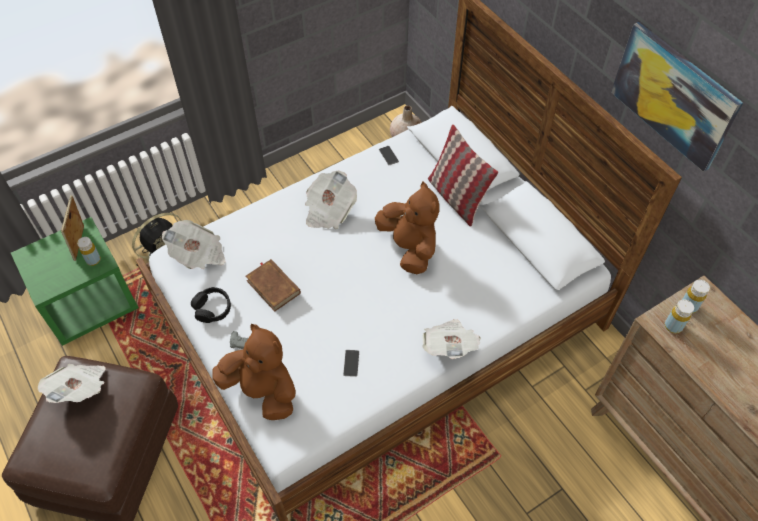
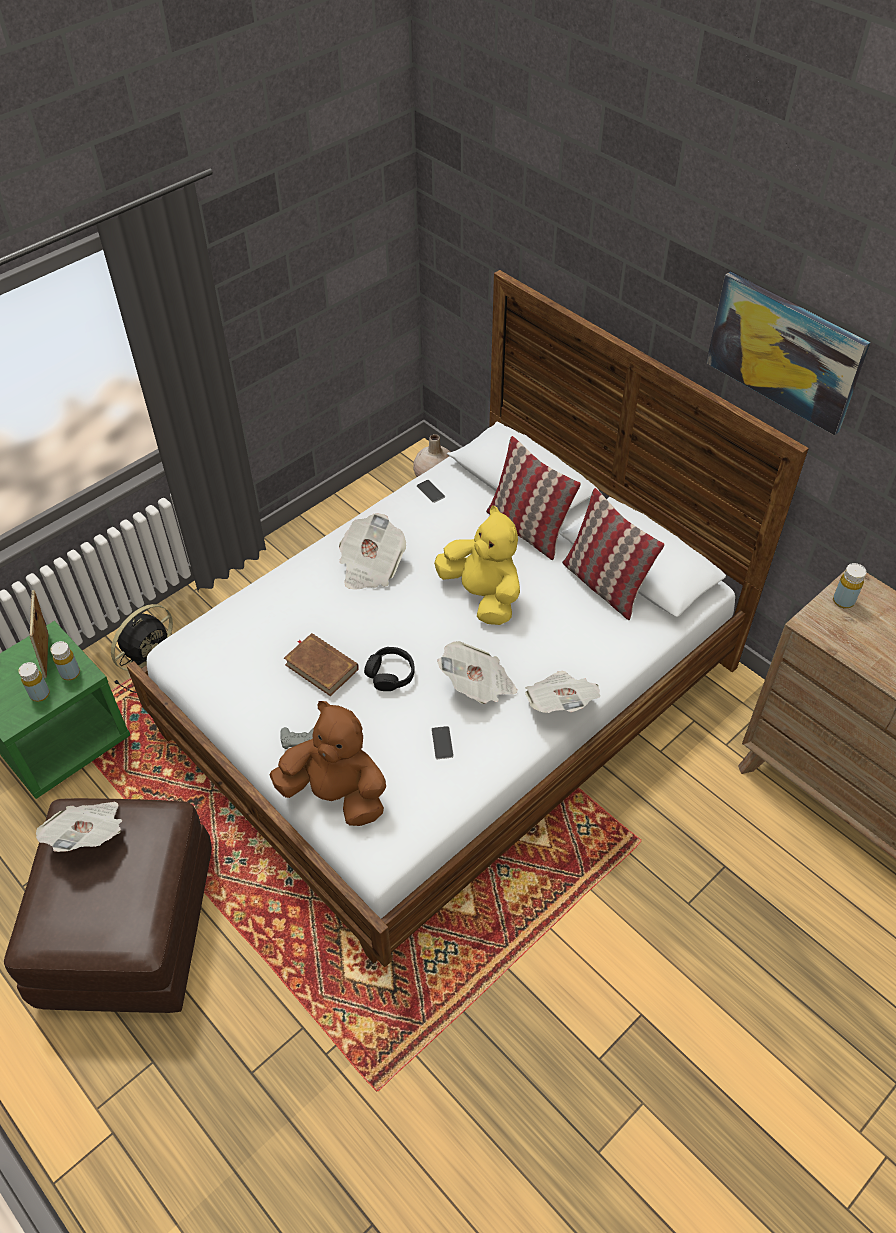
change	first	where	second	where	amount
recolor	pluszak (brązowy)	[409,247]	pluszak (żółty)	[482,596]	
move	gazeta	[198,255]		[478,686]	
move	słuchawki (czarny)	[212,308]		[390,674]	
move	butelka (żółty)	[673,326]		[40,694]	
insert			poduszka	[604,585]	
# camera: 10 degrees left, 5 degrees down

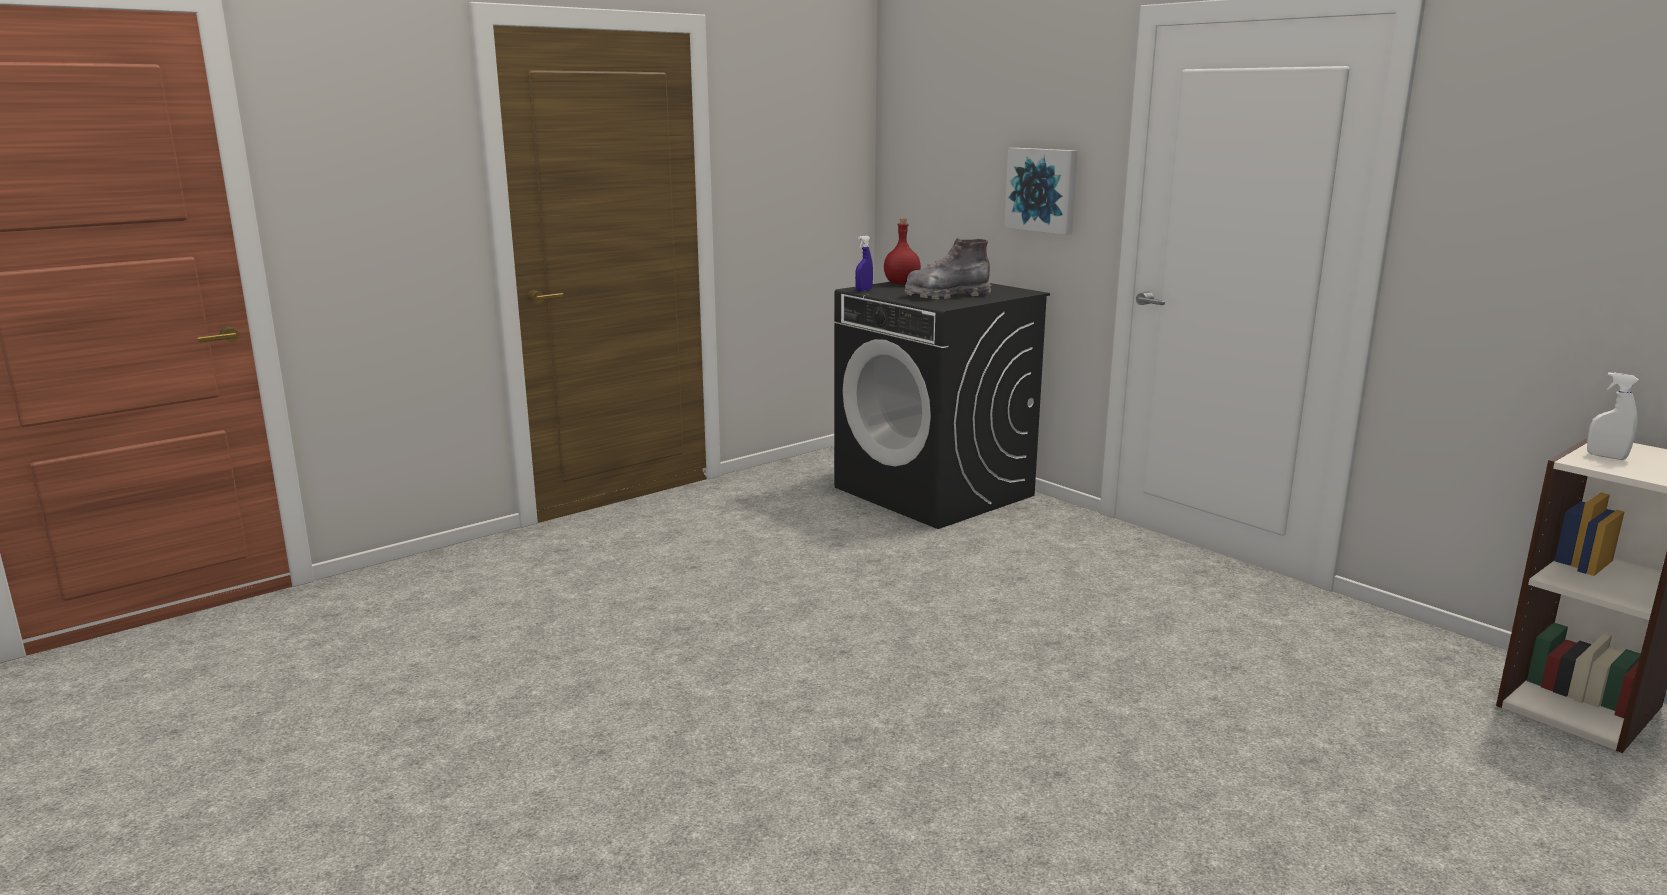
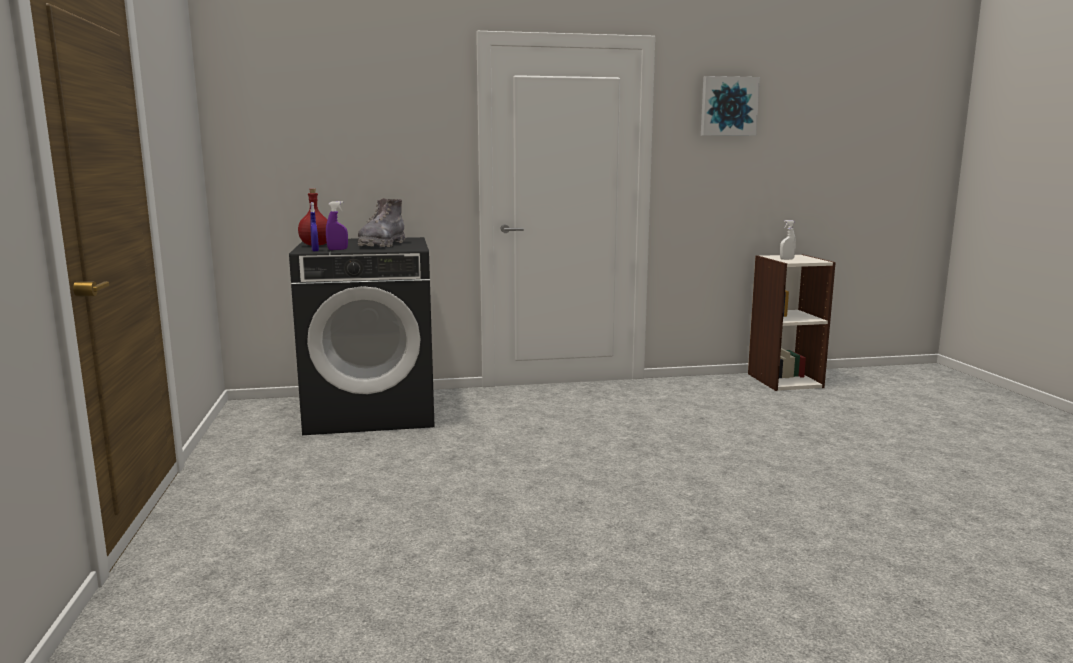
change	first	where	second	where	amount
move	obraz	[1043,190]		[728,106]	
insert			spryskiwacz (fioletowy)	[337,249]	
# camera: 60 degrees left, 5 degrees down

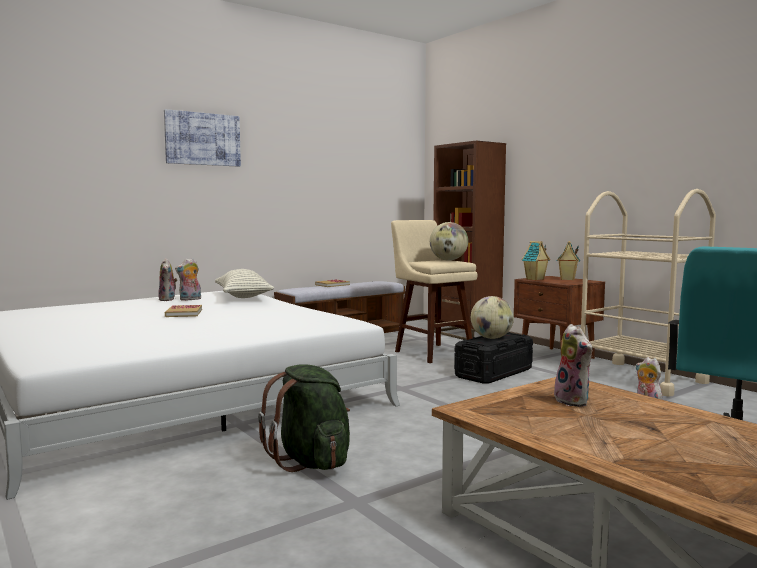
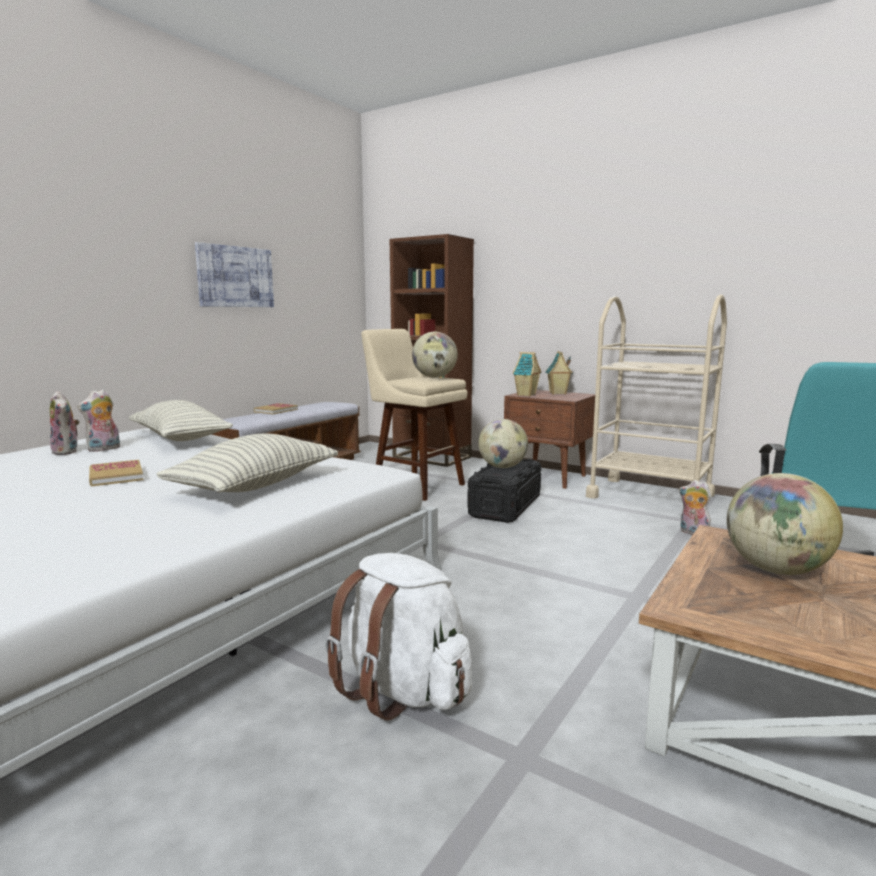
change	first	where	second	where	amount
move	obraz	[203,139]		[235,277]	
replace	pluszak	[574,401]	globus	[775,570]	
recolor	plecak (zielony)	[311,461]	plecak (biały)	[402,690]	
insert			poduszka	[255,486]	
# camera: 20 degrees left, 5 degrees up

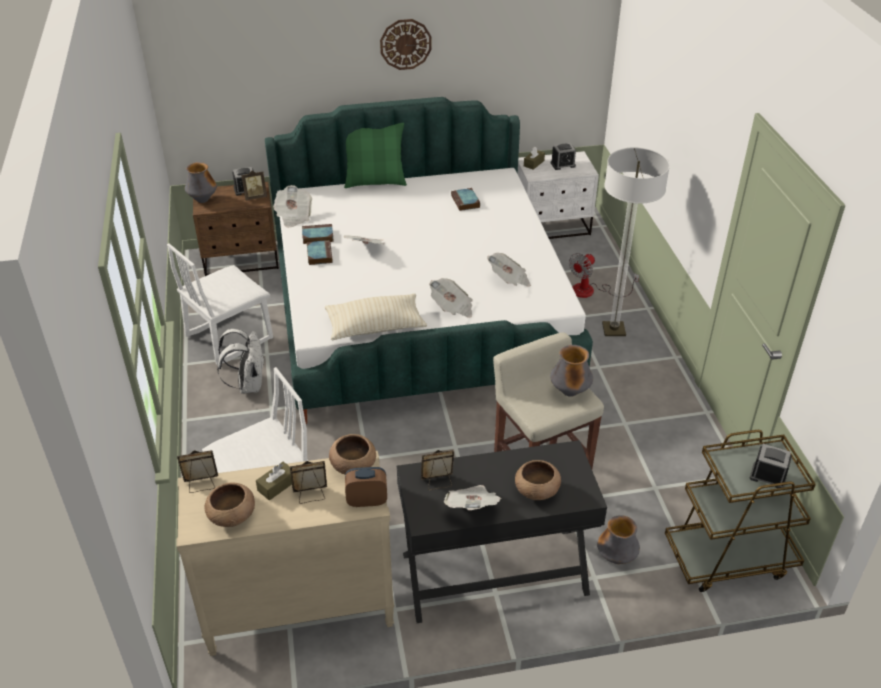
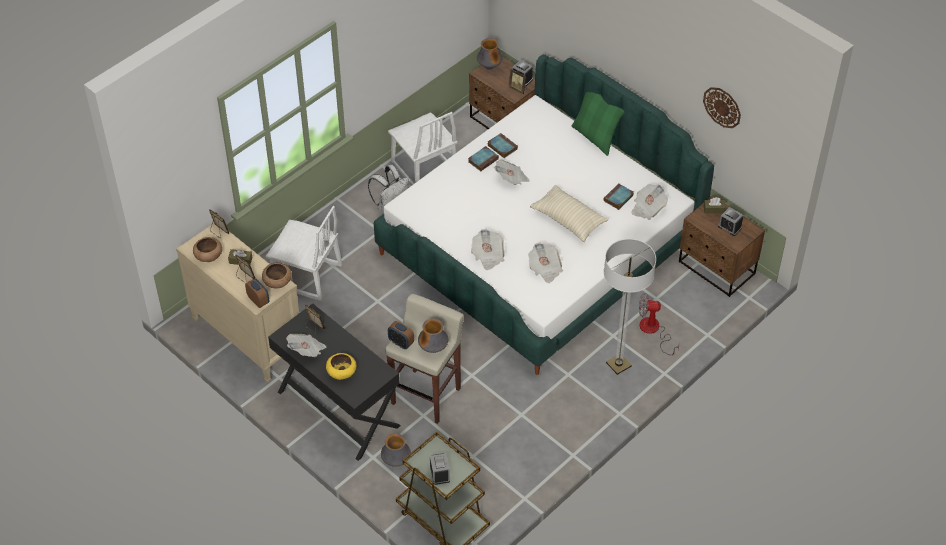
change	first	where	second	where	amount
move	zegar ścienny	[405,44]		[722,107]	
recolor	szafka nocna (biały)	[552,227]	szafka nocna (brązowy)	[716,268]	
move	gazeta	[293,216]		[648,208]	
rotate	krzesło (biały)	[228,337]		[423,169]	135 degrees counterclockwise
move	poduszka (beżowy)	[375,327]		[568,220]	
recolor	miska (brązowy)	[536,490]	miska (żółty)	[341,372]	
insert			budzik	[401,343]	
# camera: 55 degrees right, 10 degrees up

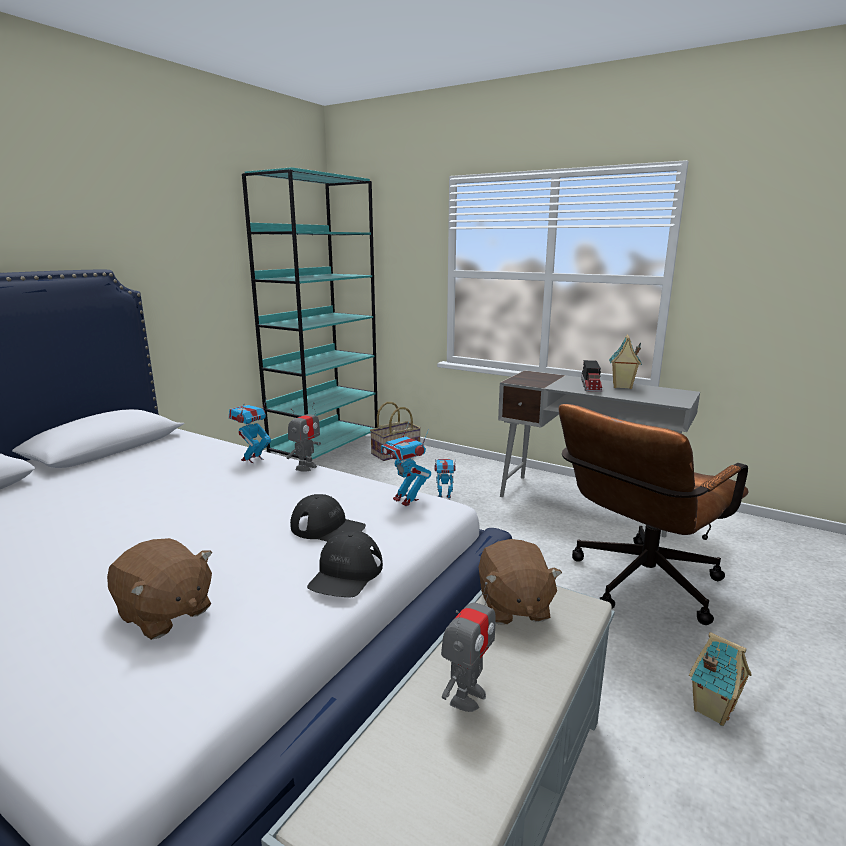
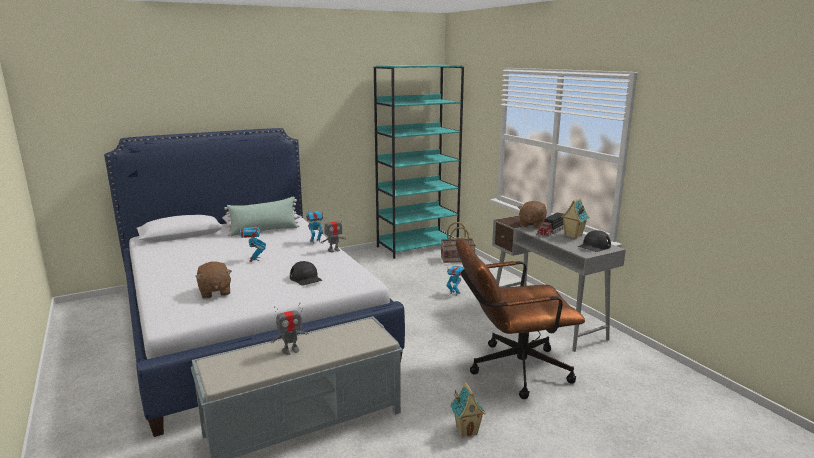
change	first	where	second	where	amount
move	robot zabawkowy	[406,500]		[254,259]	
move	czapka z daszkiem (czarny)	[346,574]		[594,246]	
move	pluszak (brązowy)	[513,606]		[531,225]	
insert			poduszka (zielony)	[264,231]	
# camera: 30 degrees right, 0 degrees up

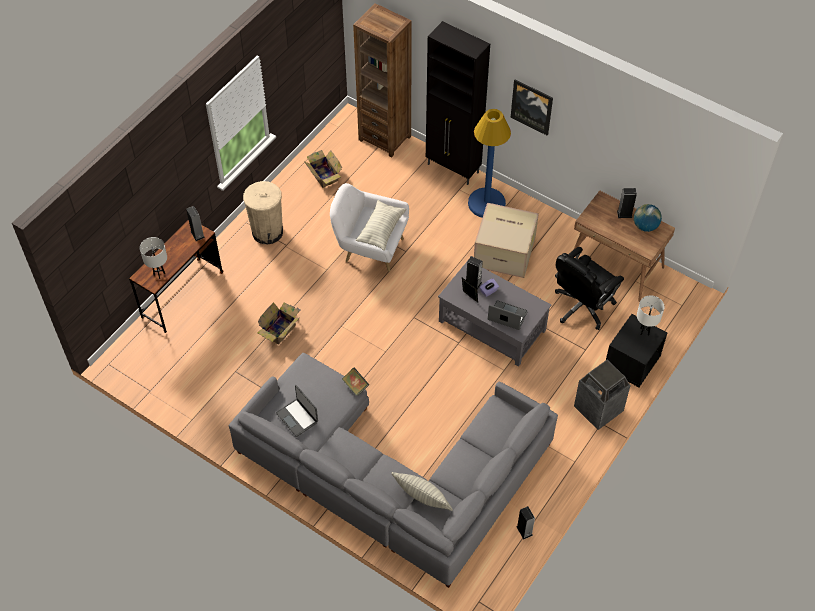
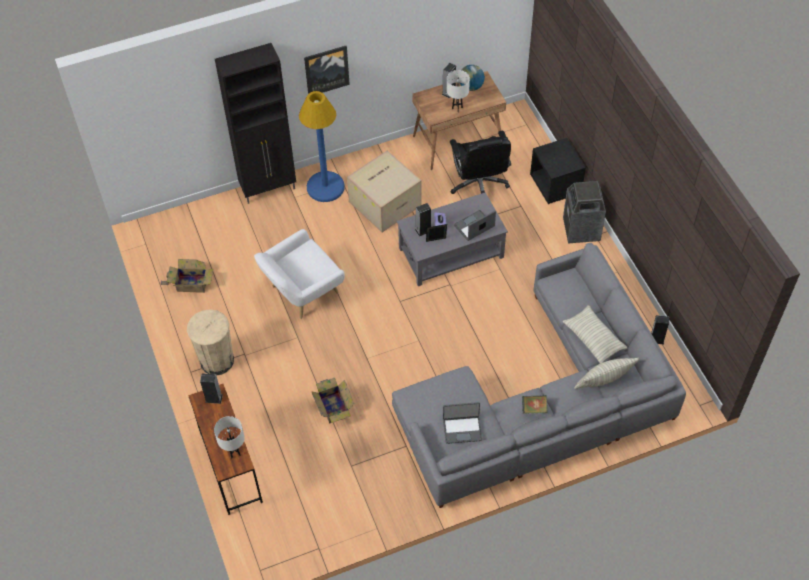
change	first	where	second	where	amount
delete	regał (brązowy)	[385,138]			
move	poduszka	[381,230]		[593,339]	
move	lampa stołowa (biały)	[644,331]		[457,108]	
move	książka	[355,386]		[534,408]	
# camera: 55 degrees left, 0 degrees up

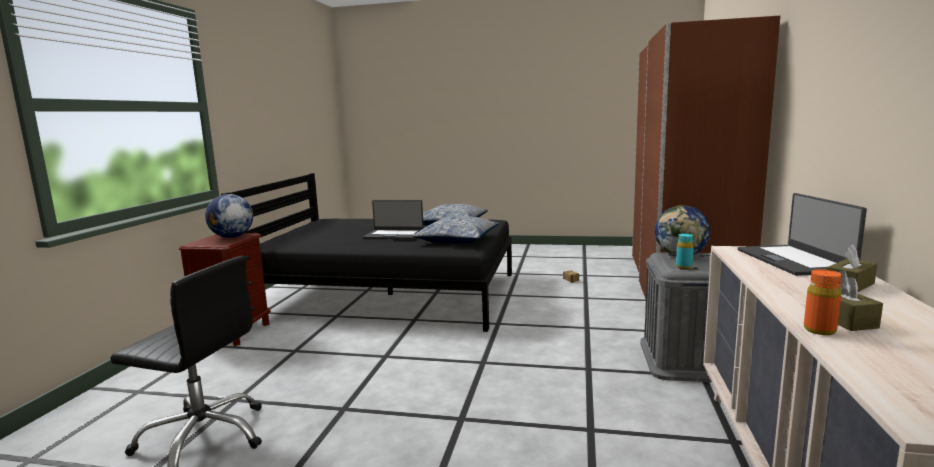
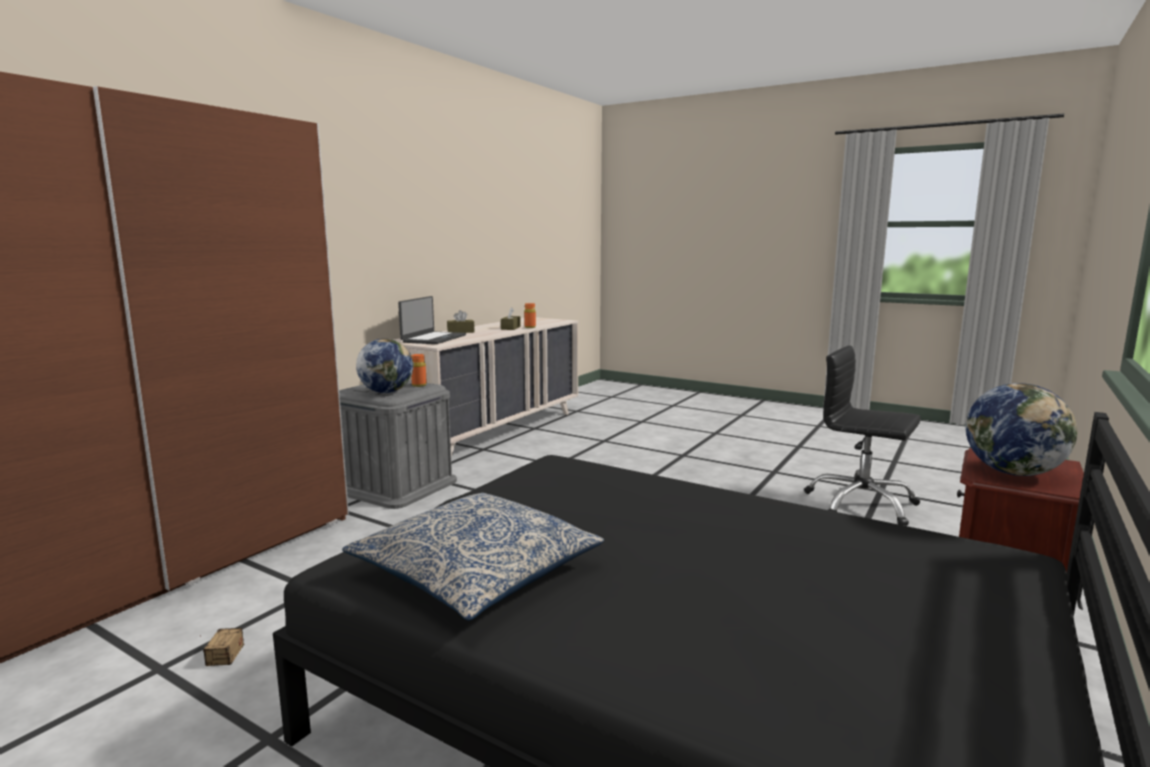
change	first	where	second	where	amount
delete	laptop	[394,235]			
delete	poduszka	[457,240]			
recolor	butelka (turkusowy)	[684,267]	butelka (pomarańczowy)	[419,385]	
# camera: 160 degrees left, 0 degrees up

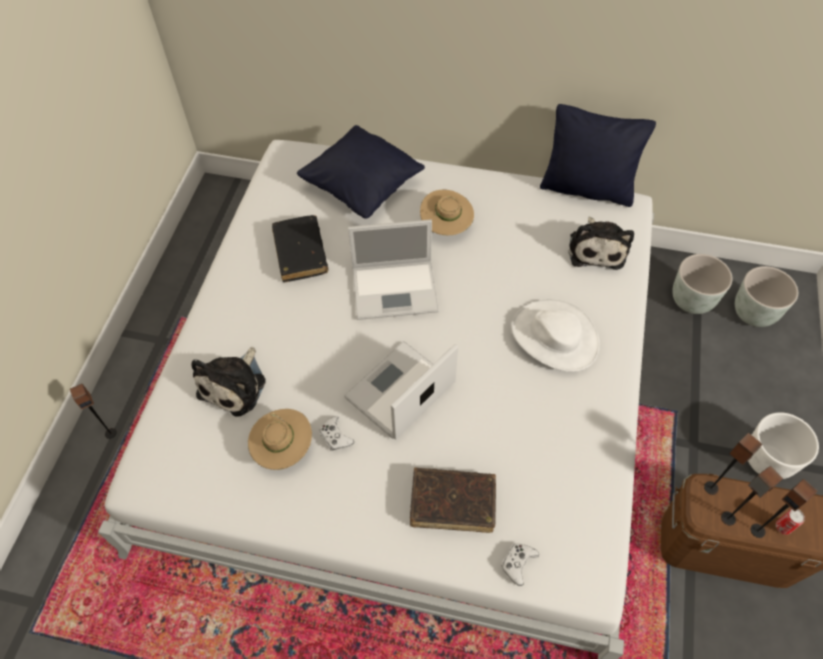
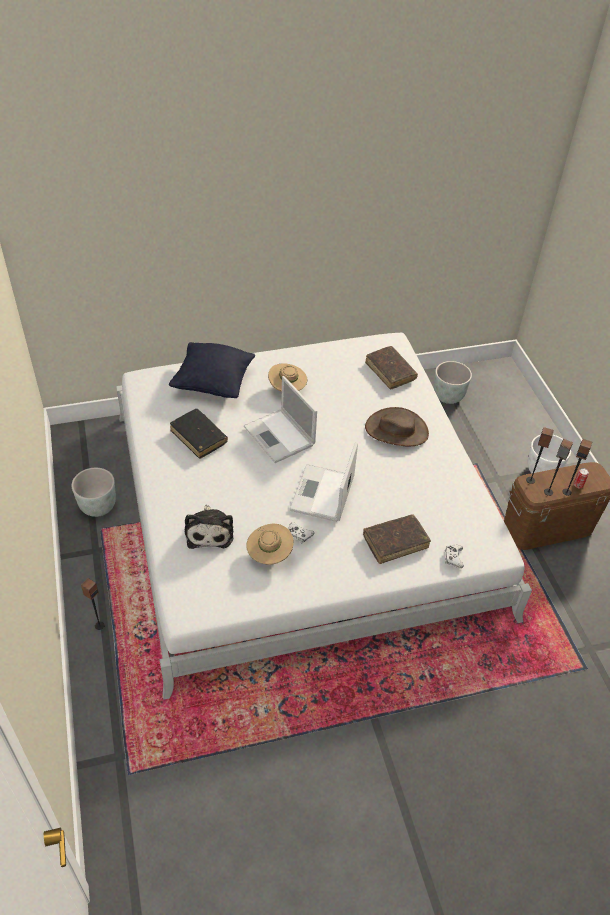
change	first	where	second	where	amount
delete	poduszka (czarny)	[587,188]			
replace	pluszak	[596,248]	książka (brązowy)	[390,371]	
rotate	laptop	[396,289]		[280,436]	90 degrees clockwise
move	donica (szary)	[753,314]		[98,507]	
recolor	kapelusz (biały)	[554,337]	kapelusz (brązowy)	[396,430]	
# camera: 30 degrees left, 10 degrees down

